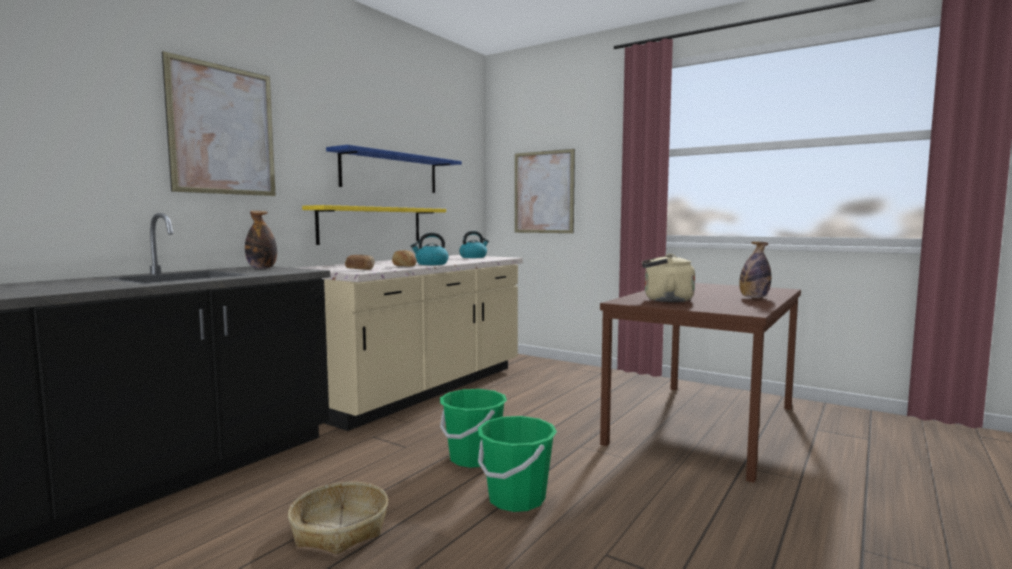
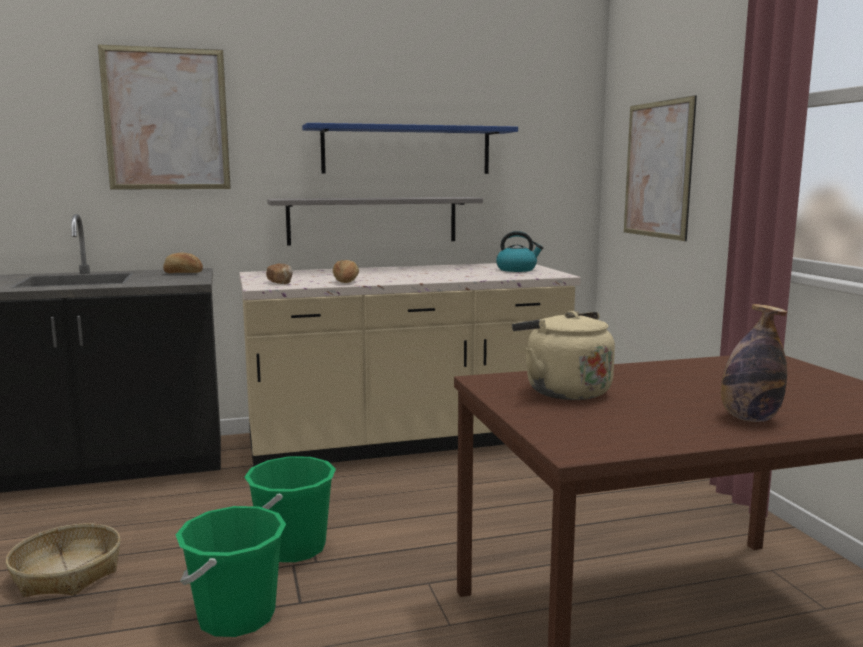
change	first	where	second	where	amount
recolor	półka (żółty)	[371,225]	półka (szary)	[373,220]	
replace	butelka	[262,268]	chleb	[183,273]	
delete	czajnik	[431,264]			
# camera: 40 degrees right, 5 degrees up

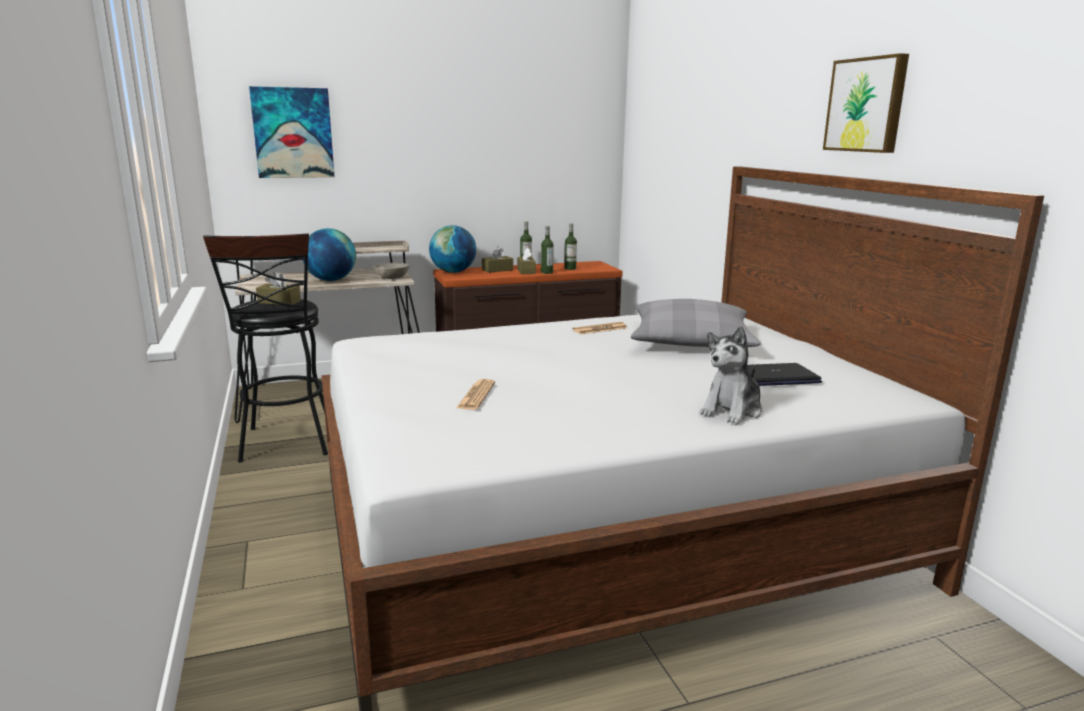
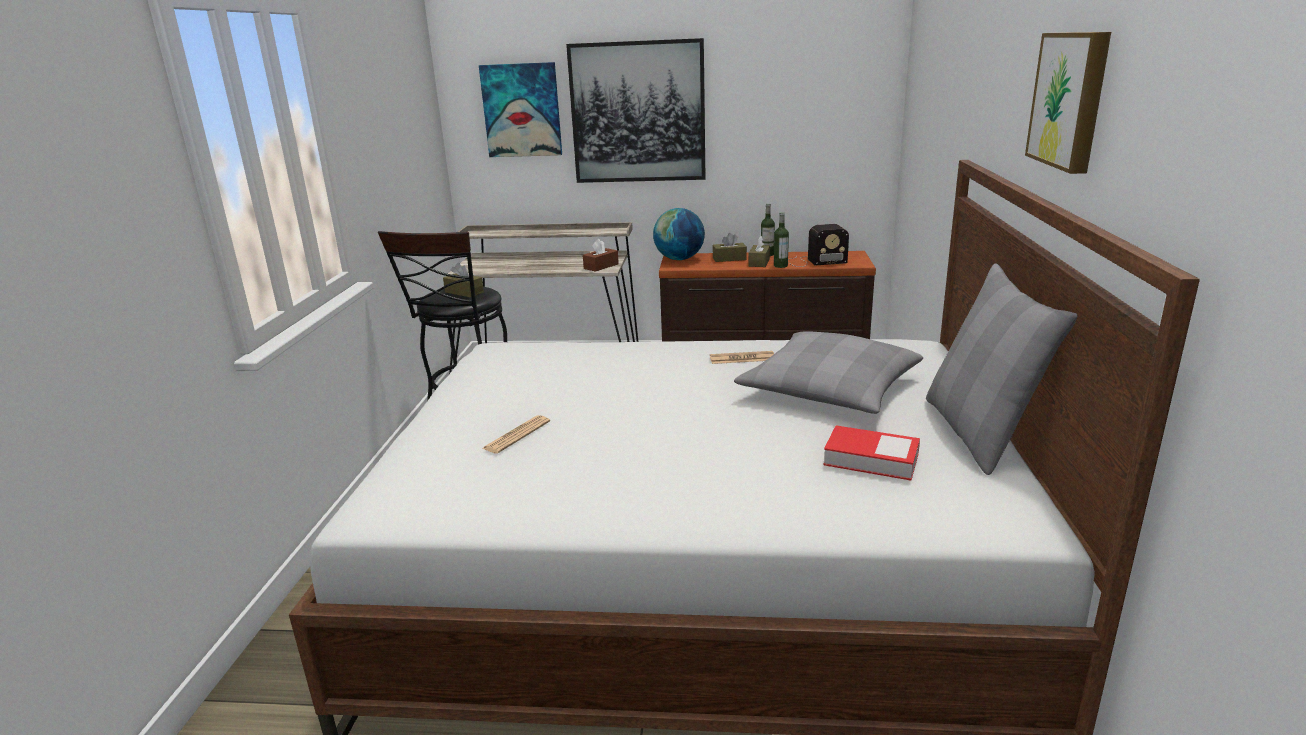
change	first	where	second	where	amount
replace	butelka	[570,268]	radio	[814,261]	
delete	globus	[331,280]			
replace	miska (szary)	[392,278]	pudełko chusteczek (brązowy)	[601,266]	
delete	pluszak	[732,410]			
replace	laptop	[774,377]	książka	[871,459]	
insert			obraz	[638,112]	
insert			poduszka (szary)	[978,433]	
# camera: 25 degrees right, 5 degrees up

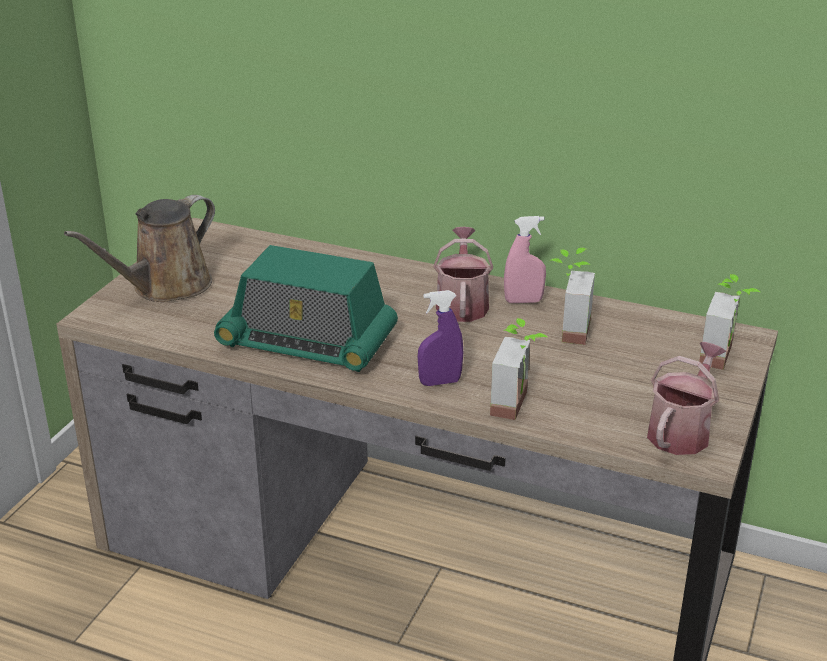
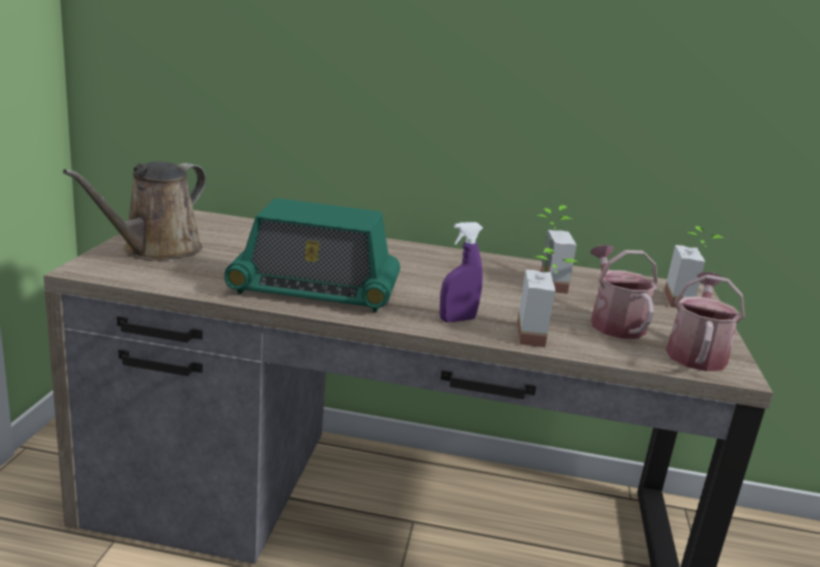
change	first	where	second	where	amount
delete	spryskiwacz (różowy)	[523,301]			
move	konewka	[462,304]		[614,322]	
# camera: 15 degrees left, 10 degrees down

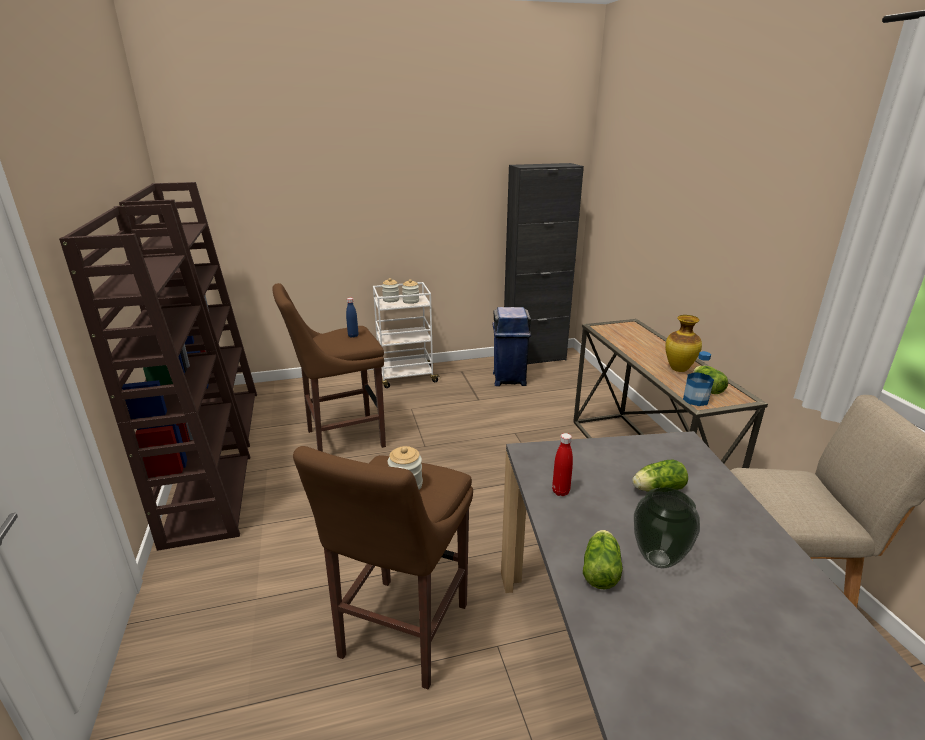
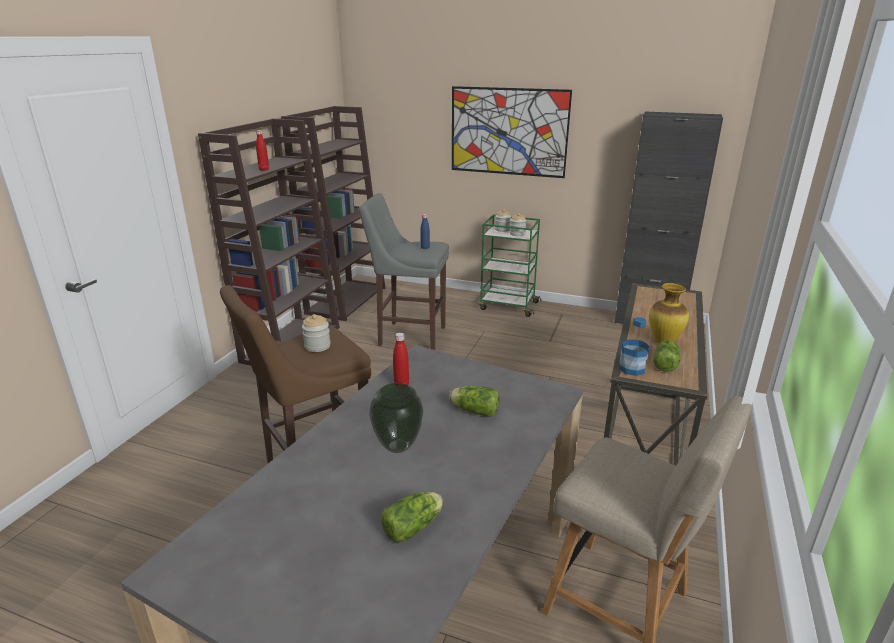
change	first	where	second	where	amount
recolor	wózek (biały)	[406,377]	wózek (zielony)	[508,306]	
recolor	stołek (brązowy)	[341,439]	stołek (szary)	[408,335]	
delete	kosz na śmieci (niebieski)	[509,379]			
move	sałata	[601,569]		[414,526]	
insert			obraz	[508,132]	
insert			butelka (czerwony)	[264,169]	
# camera: 35 degrees right, 0 degrees up

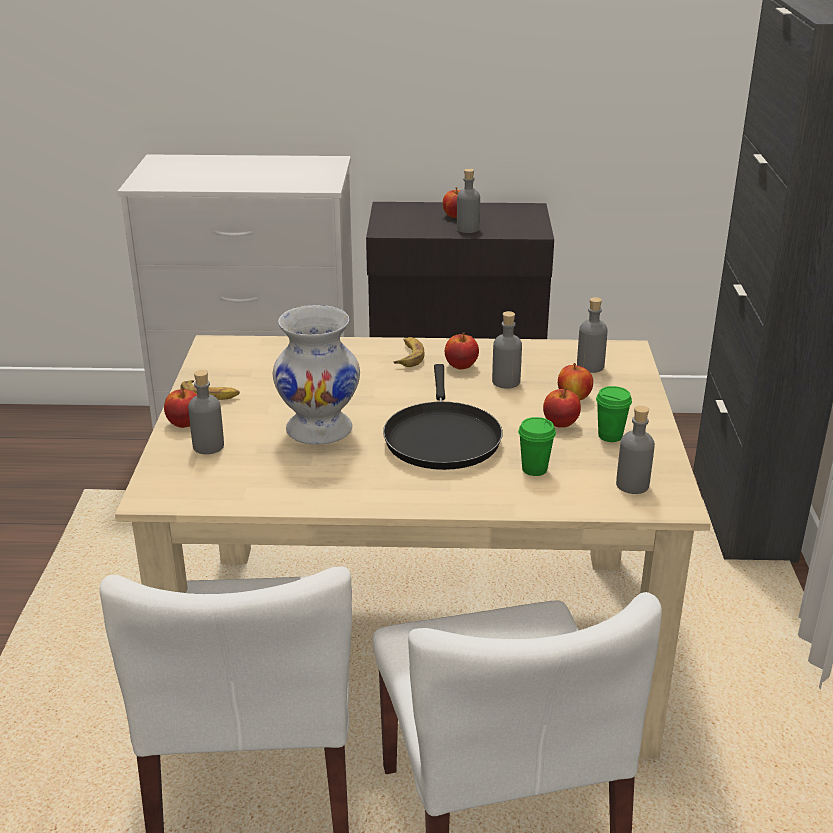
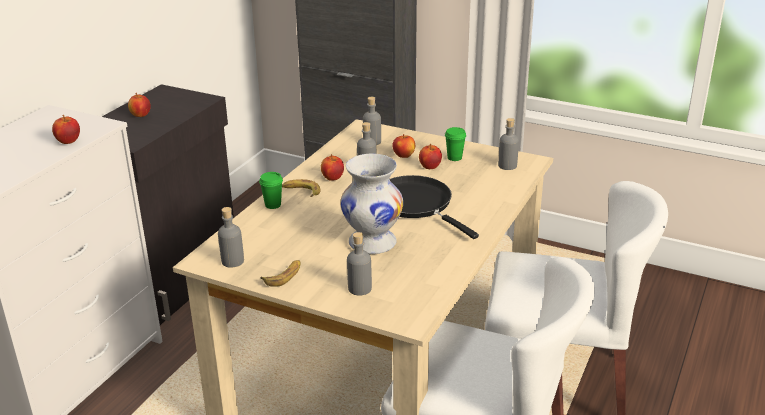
change	first	where	second	where	amount
move	butelka (szary)	[467,229]		[232,261]	
rotate	patelnia (czarny)	[441,437]		[416,204]	150 degrees counterclockwise
move	jabłko	[184,423]		[68,141]	
move	filiżanka (zielony)	[534,469]		[273,205]	
# camera: 65 degrees left, 0 degrees up

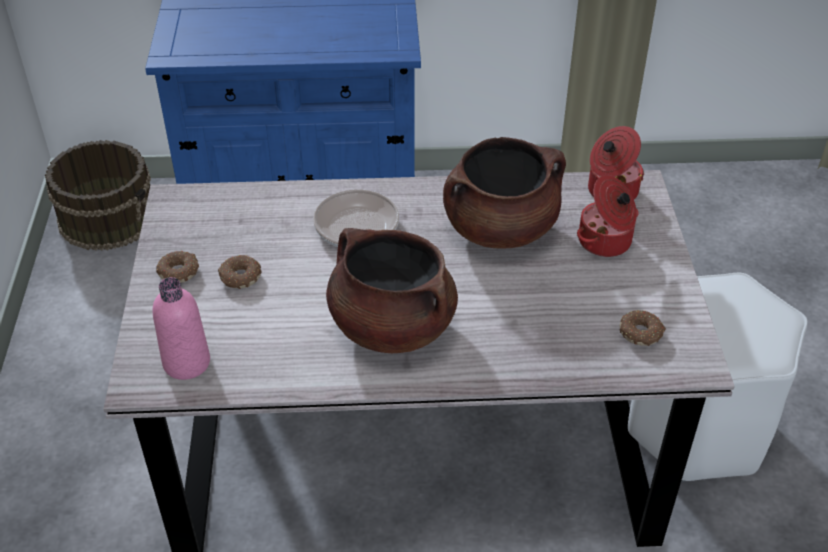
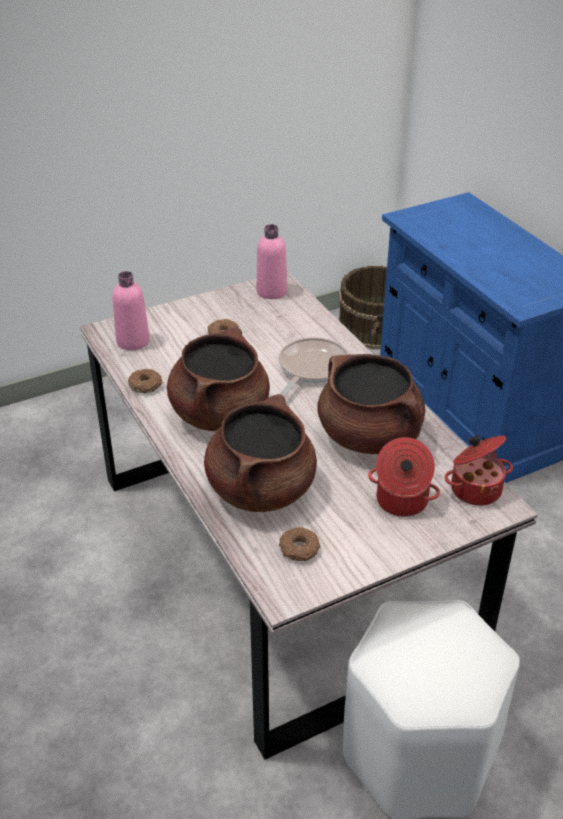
change	first	where	second	where	amount
move	donut	[179,272]		[146,385]	
insert			butelka (różowy)	[271,291]	
insert			garnek (brązowy)	[261,489]	
# camera: 65 degrees right, 5 degrees down

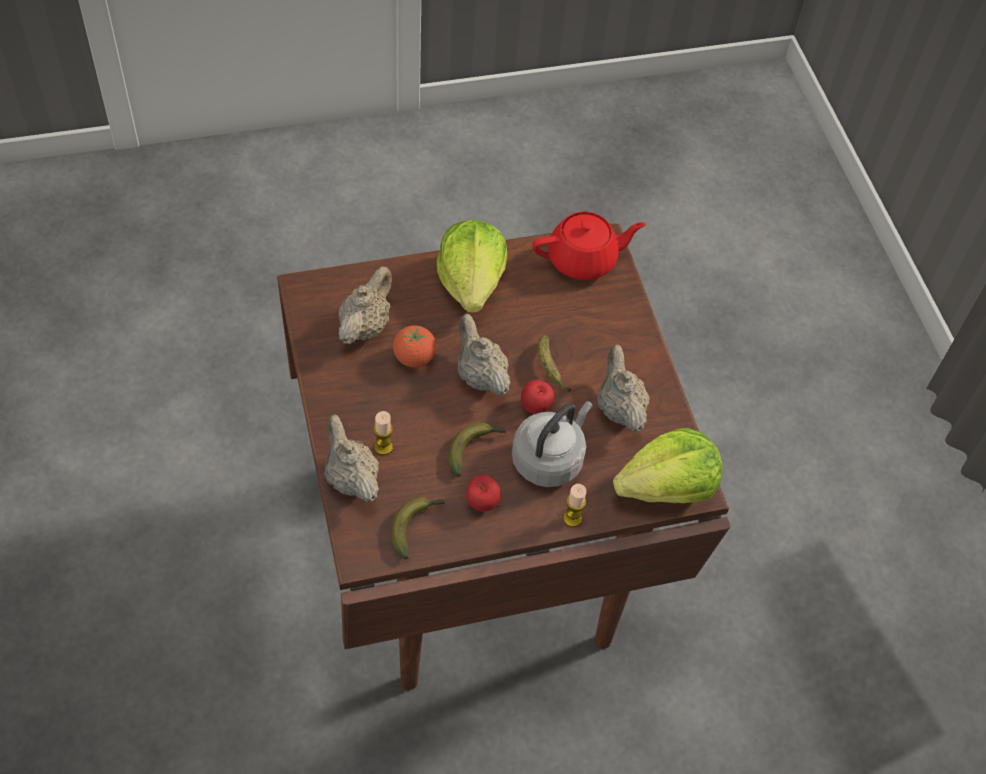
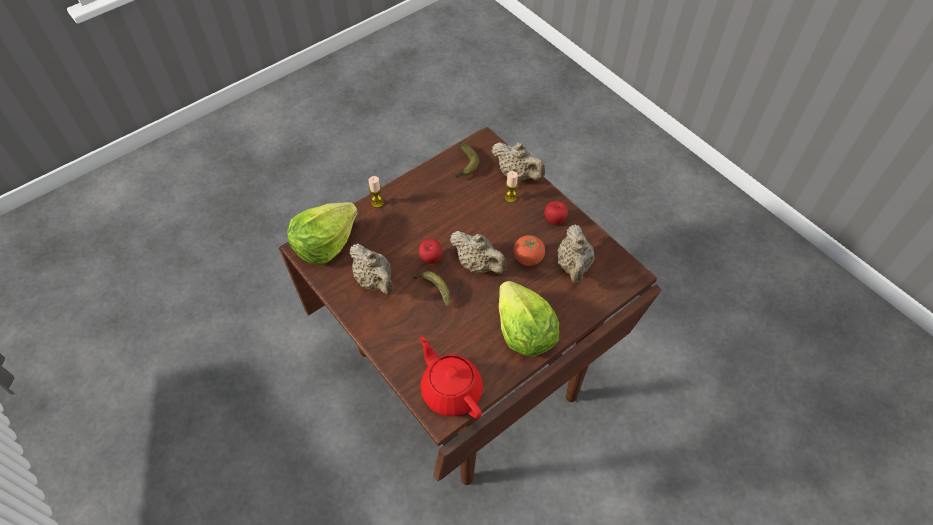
change	first	where	second	where	amount
rotate	imbryk (czerwony)	[583,259]		[451,390]	90 degrees clockwise
delete	czajnik (szary)	[549,459]			
delete	banan	[474,449]			
move	jabłko	[481,503]		[555,220]	
# camera: 160 degrees right, 0 degrees up

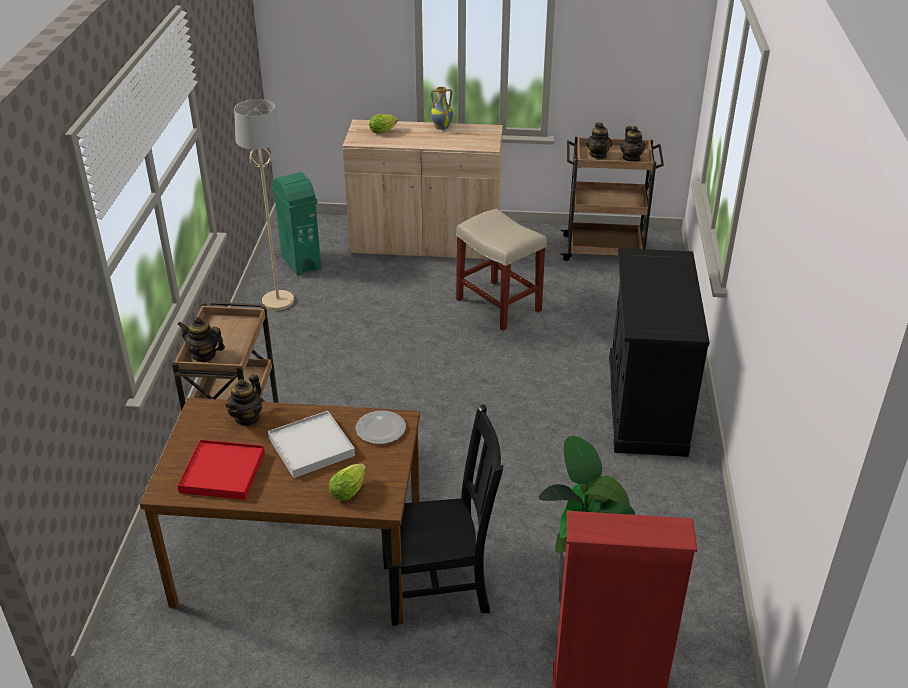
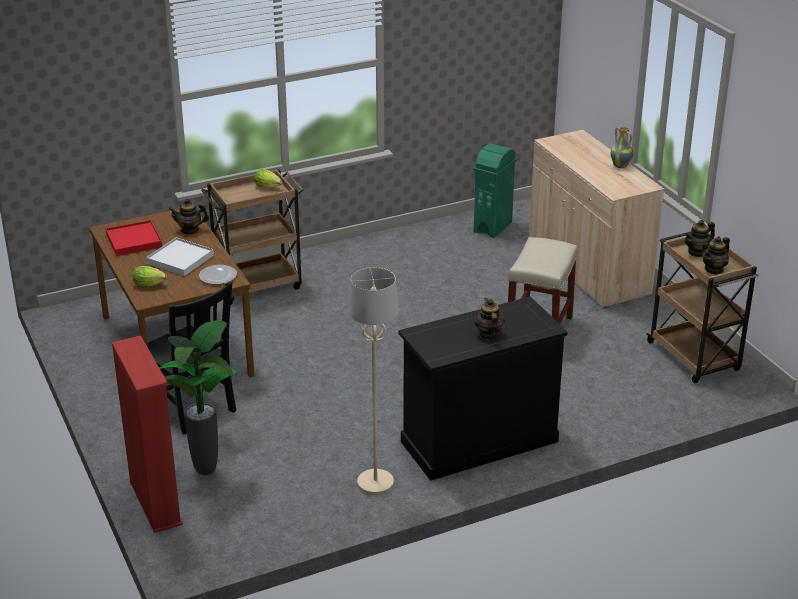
change	first	where	second	where	amount
move	lampa stojąca (beżowy)	[277,301]		[375,483]	
move	sałata	[384,131]		[269,187]	
move	imbryk	[204,355]		[488,334]	
# camera: 60 degrees right, 5 degrees down

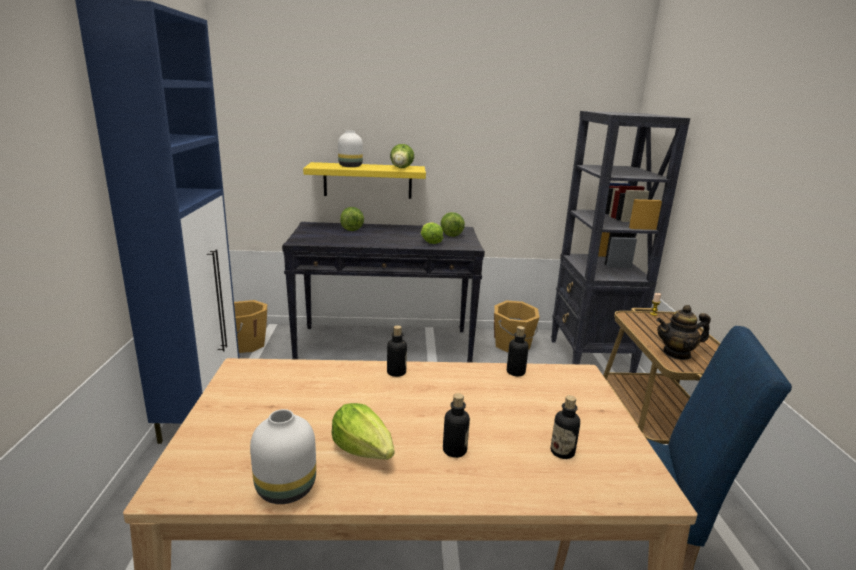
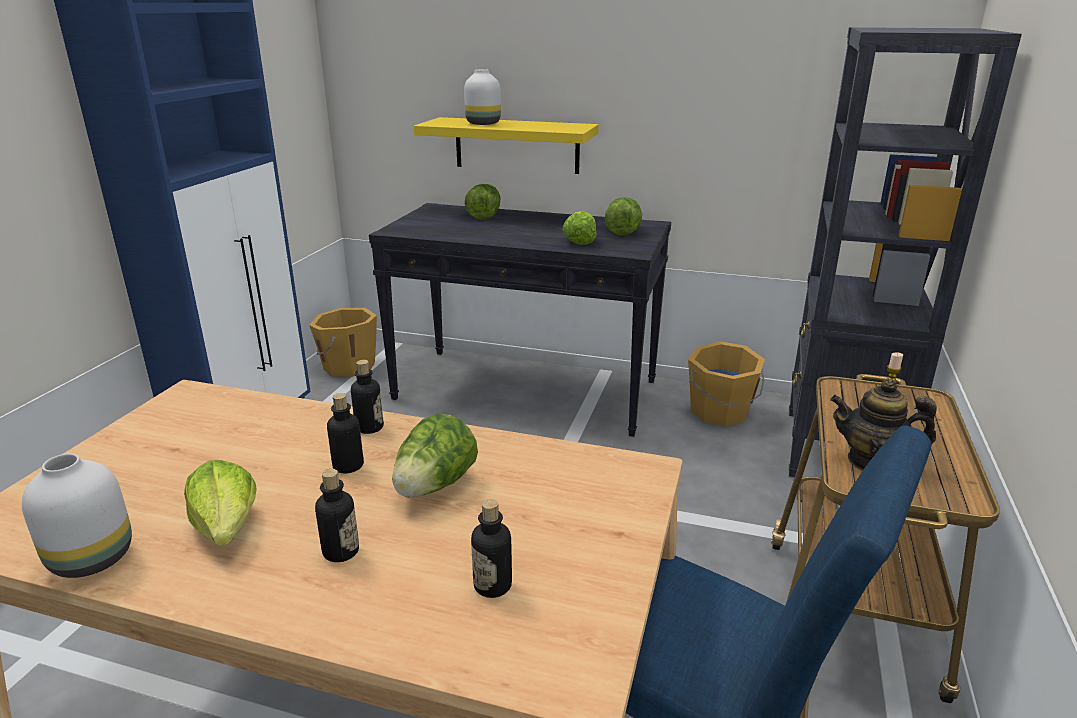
change	first	where	second	where	amount
move	sałata	[401,168]		[435,486]	
move	butelka	[515,372]		[348,466]	
# camera: 20 degrees right, 5 degrees up

